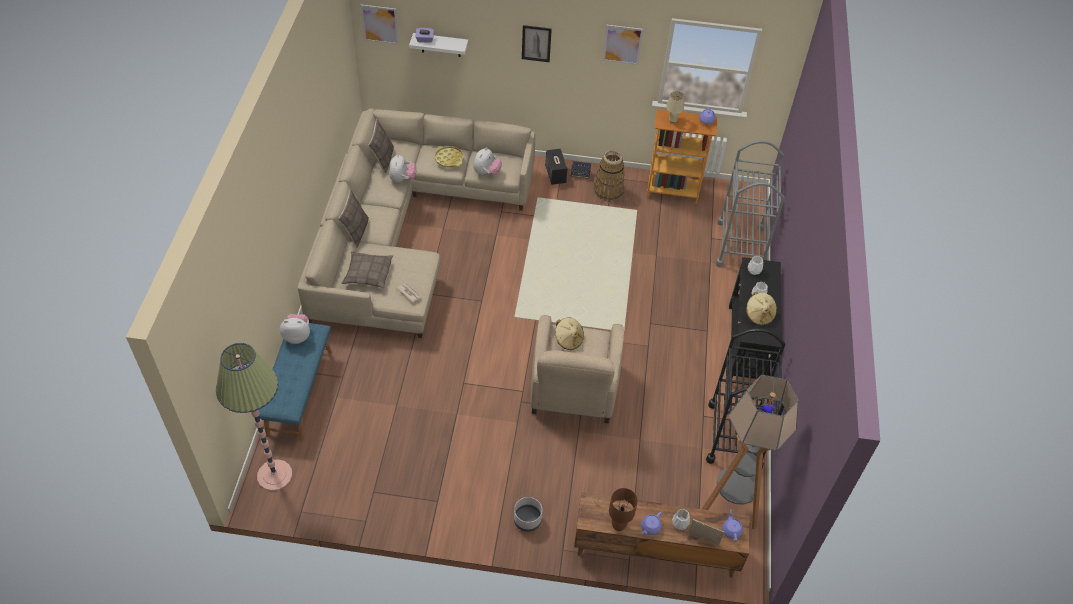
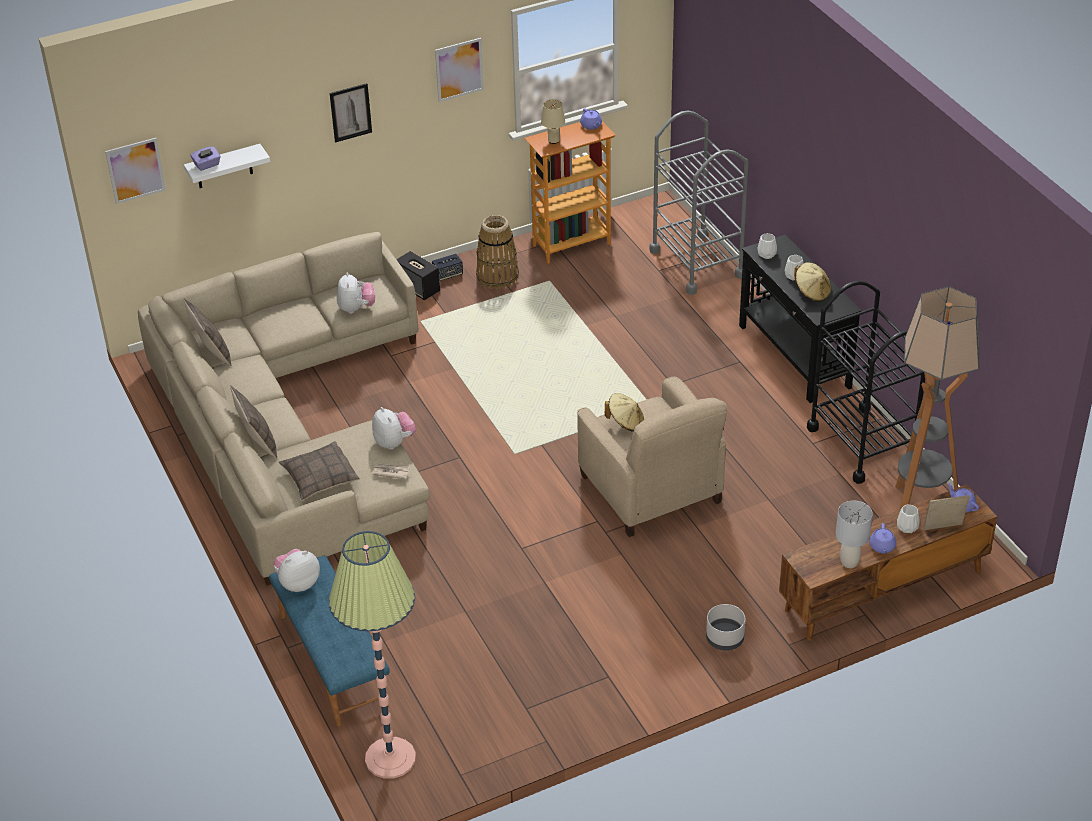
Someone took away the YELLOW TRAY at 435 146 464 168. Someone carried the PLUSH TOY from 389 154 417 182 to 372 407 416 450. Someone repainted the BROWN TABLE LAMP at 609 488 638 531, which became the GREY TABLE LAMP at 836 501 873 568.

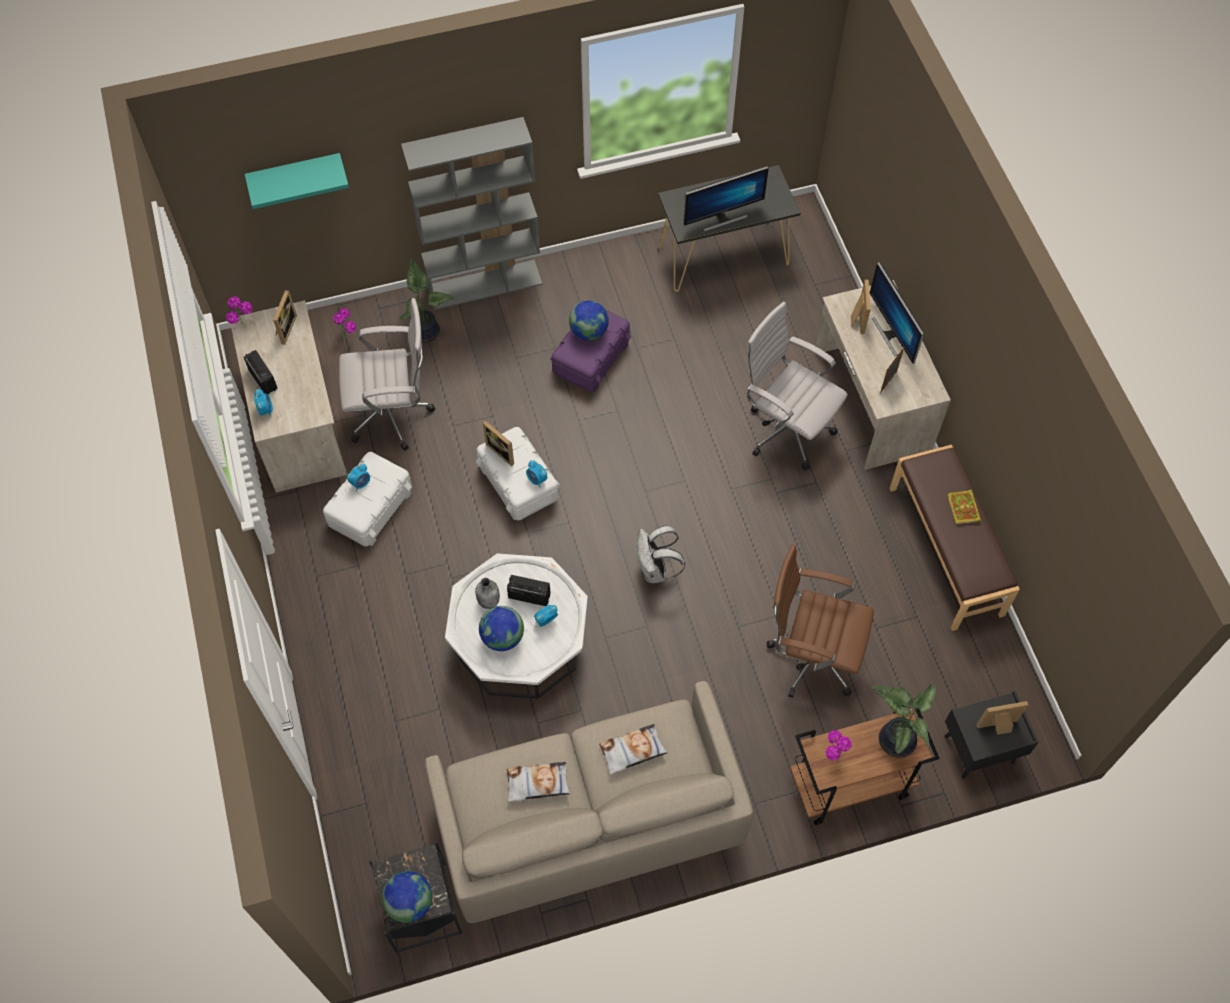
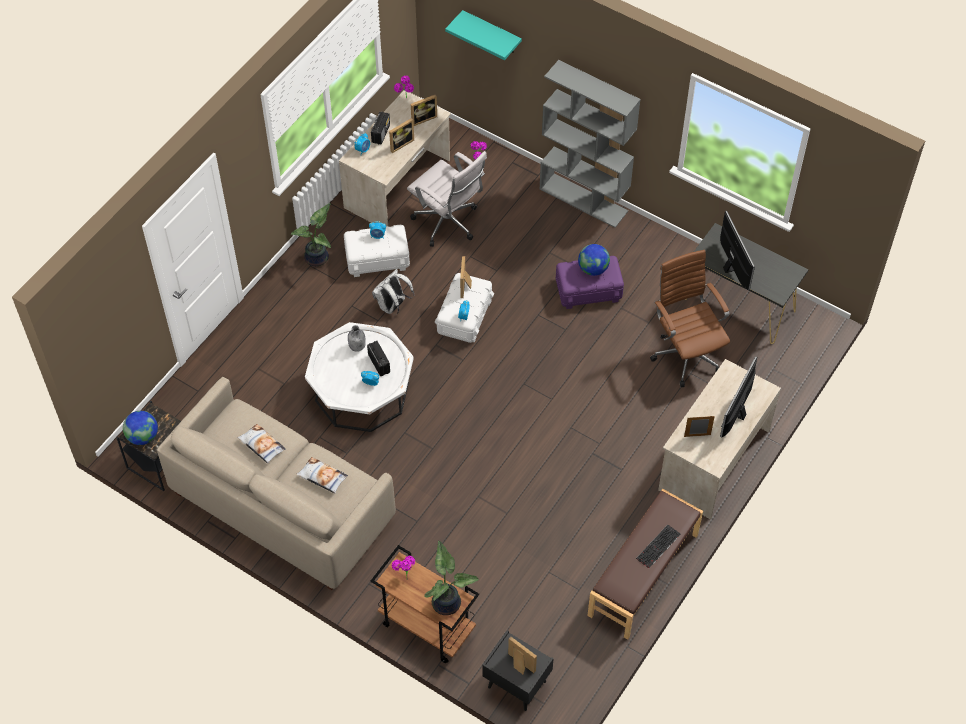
Someone rotated the MONITOR at 683 166 769 232 by 135 degrees counterclockwise. Someone carried the POTTED PLANT from 399 259 453 343 to 291 203 331 266. Someone carried the PICTURE FRAME from 851 279 871 334 to 389 118 414 153. Someone took away the WHITE OFFICE CHAIR at 746 302 848 470. Someone swapped the BOOK at 948 490 982 525 for the KEYBOARD at 636 525 680 568. Someone carried the WHITE BACKPACK from 636 526 685 583 to 372 269 414 315. Someone carried the BROWN OFFICE CHAIR from 767 545 874 698 to 650 250 730 387. Someone took away the GLOBE at 479 606 524 651.

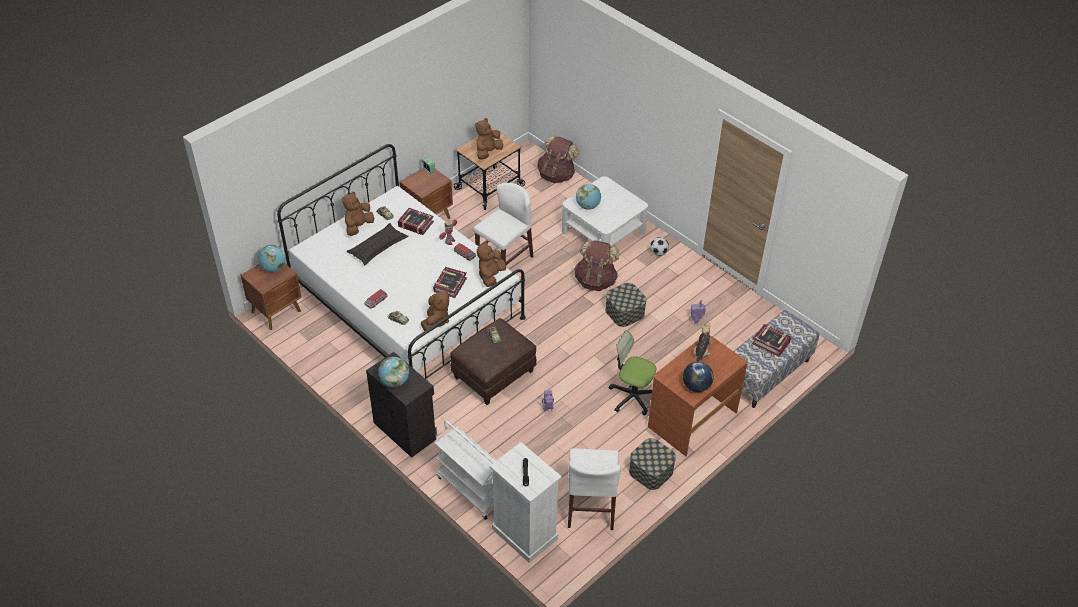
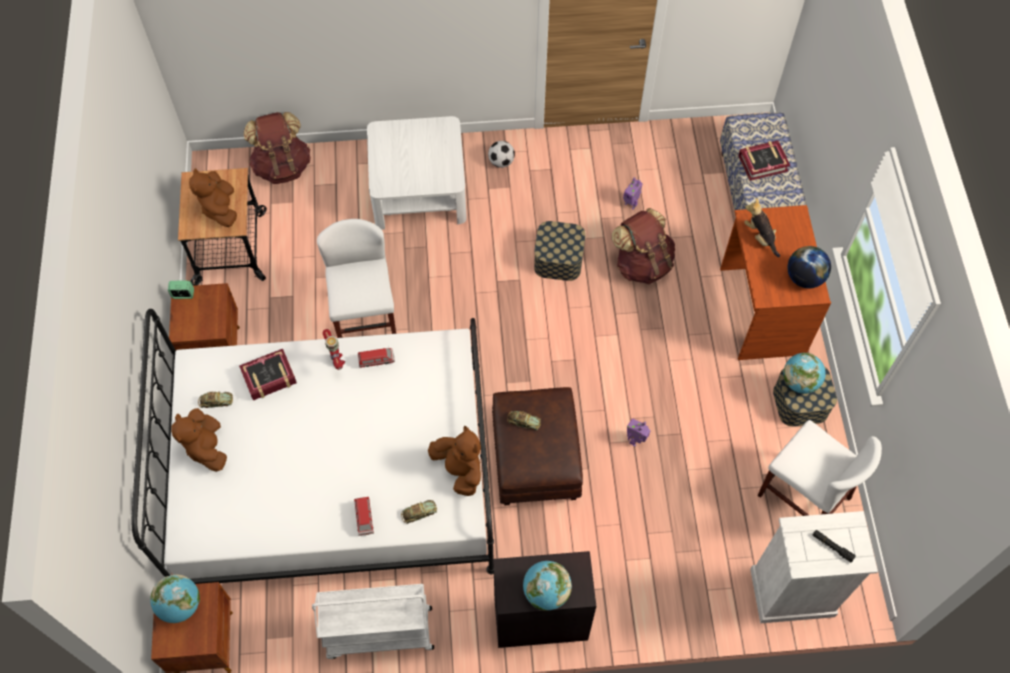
Someone carried the GLOBE from 576 184 601 210 to 783 353 826 394. Someone took away the PILLOW at 347 223 409 266. Someone carried the BROWN BACKPACK from 574 240 620 291 to 612 208 675 284. Someone took away the BROWN PLUSH TOY at 477 241 506 287. Someone took away the BOOK at 433 267 467 298. Someone took away the OFFICE CHAIR at 609 330 656 415. Someone carried the WHITE CART from 435 420 497 520 to 312 584 434 659.

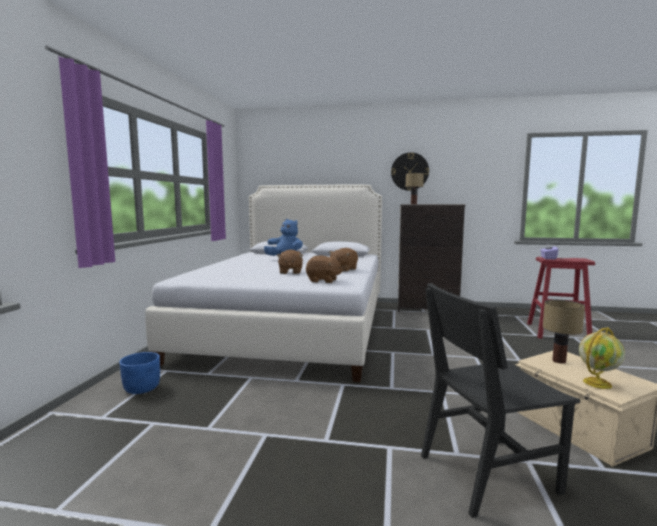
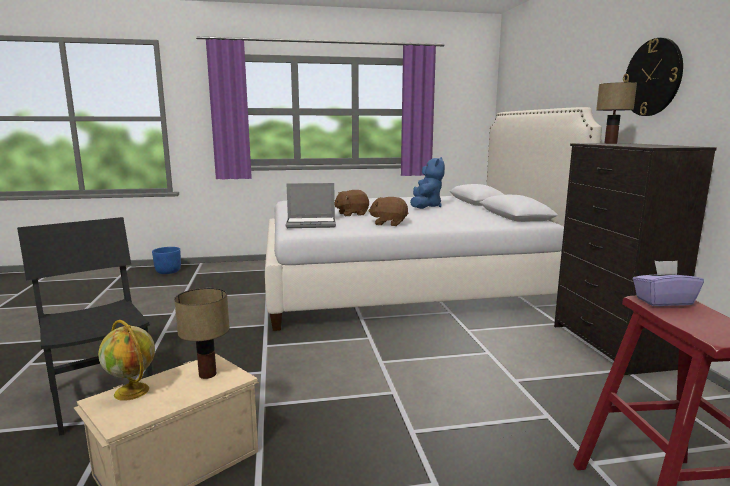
Someone swapped the BROWN PLUSH TOY at 306 256 343 283 for the LAPTOP at 285 183 336 228. Someone carried the BLUE PLANTER from 119 352 160 394 to 152 247 181 274.

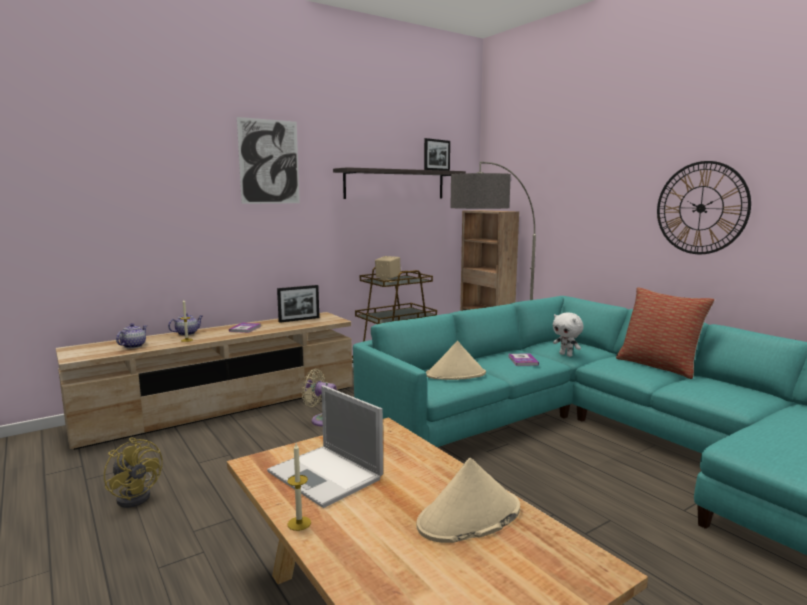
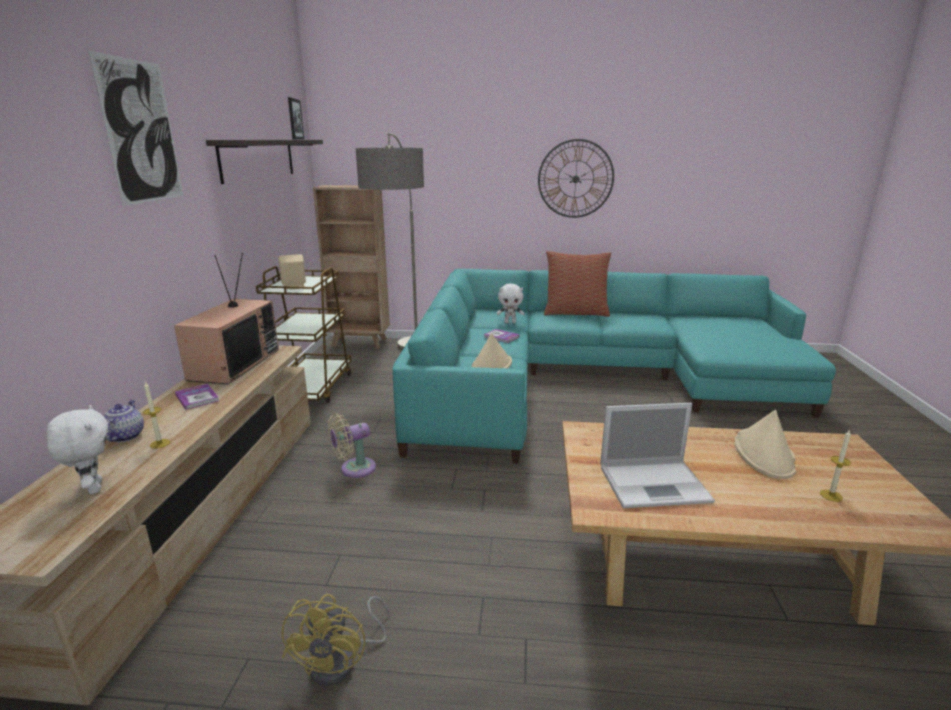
Someone swapped the PICTURE FRAME at 277 285 319 323 for the TELEVISION at 174 253 279 384. Someone swapped the TEAPOT at 116 323 147 348 for the WHITE PLUSH TOY at 46 405 108 494. Someone rotated the YELLOW FAN at 104 437 163 508 by 105 degrees clockwise. Someone carried the CANDLE from 287 443 311 531 to 820 429 851 502.

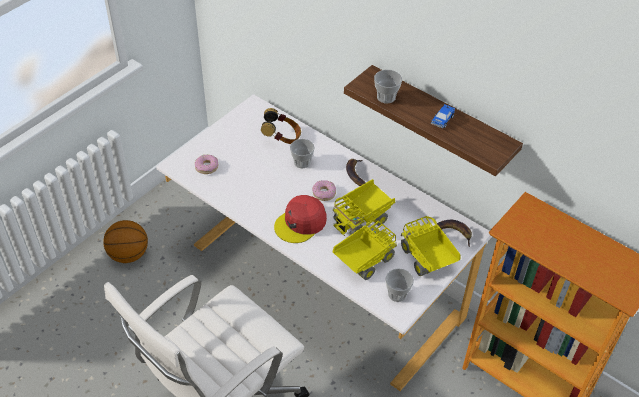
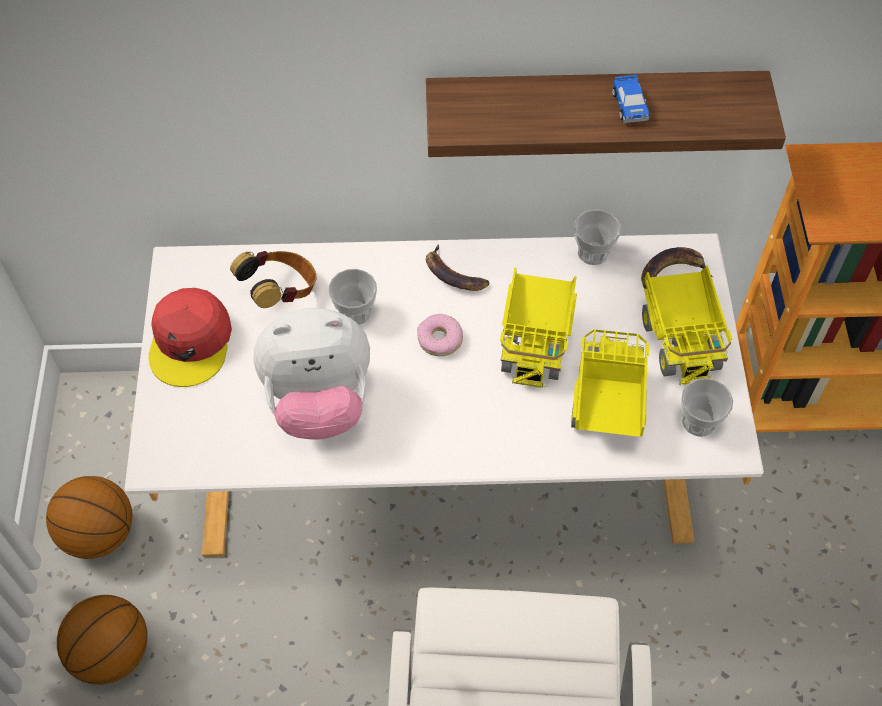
Someone carried the CUP from 374 70 402 103 to 574 210 621 265. Someone took away the DONUT at 195 155 218 174. Someone carried the RED CAP from 274 195 327 243 to 148 288 232 387. Someone rotated the TOY TRUCK at 401 216 461 276 by 120 degrees counterclockwise. Someone put down the PLUSH TOY at 253 308 370 440. Someone put down the BASKETBALL at 46 476 133 559.

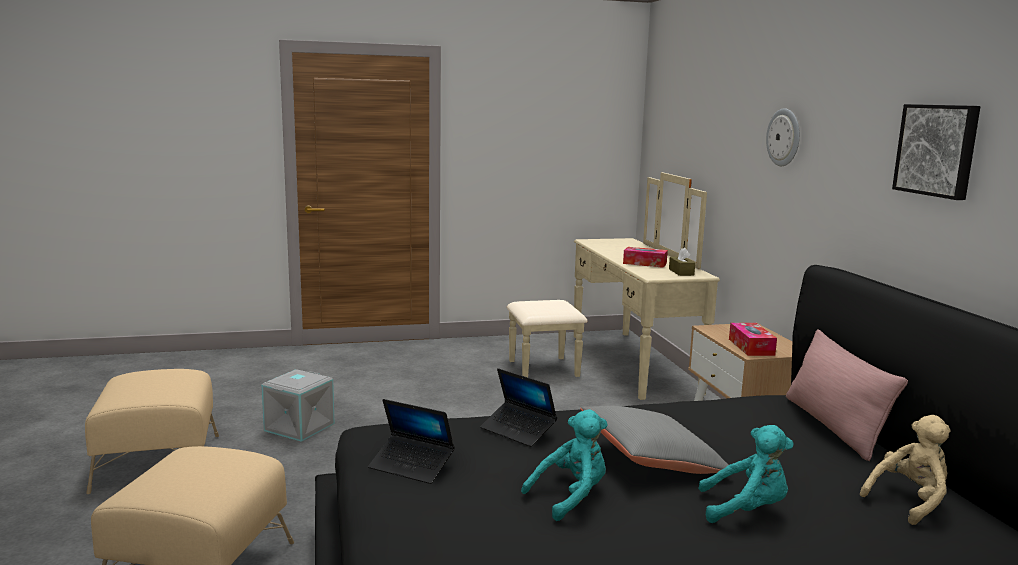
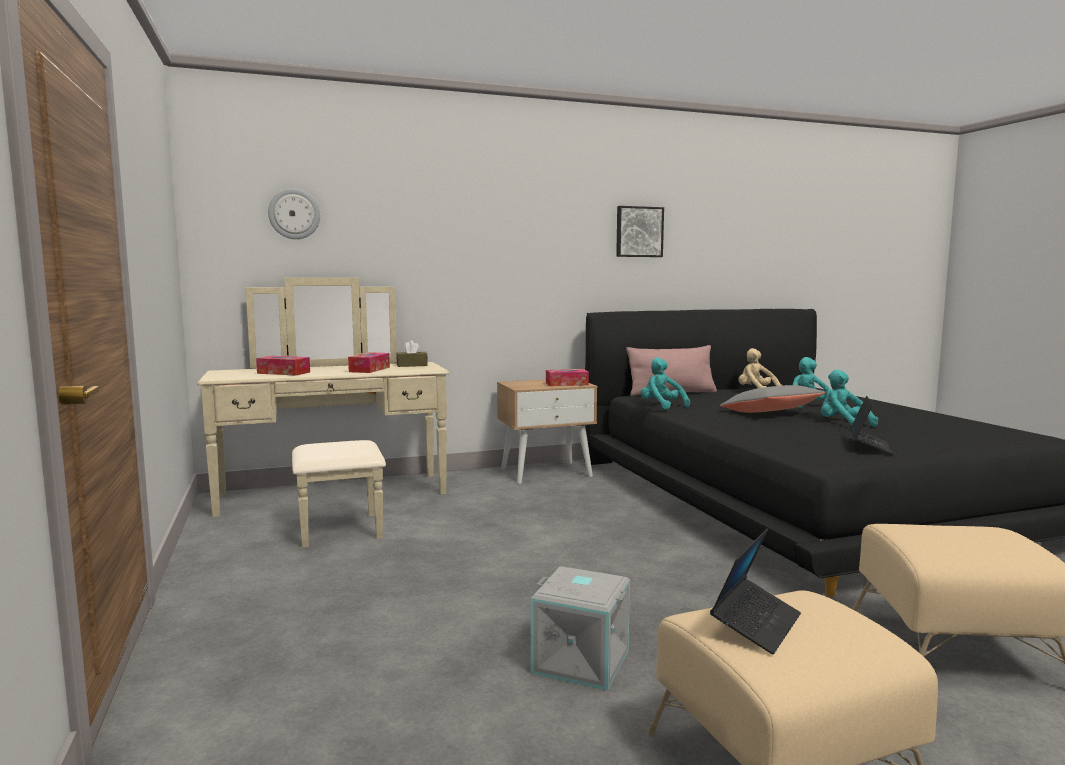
Someone carried the WALL CLOCK from 766 108 800 166 to 268 189 320 239. Someone carried the LAPTOP from 480 368 557 447 to 710 528 801 654. Someone put down the TISSUE BOX at 256 356 310 376. Someone put down the TURQUOISE PLUSH TOY at 641 357 690 409.

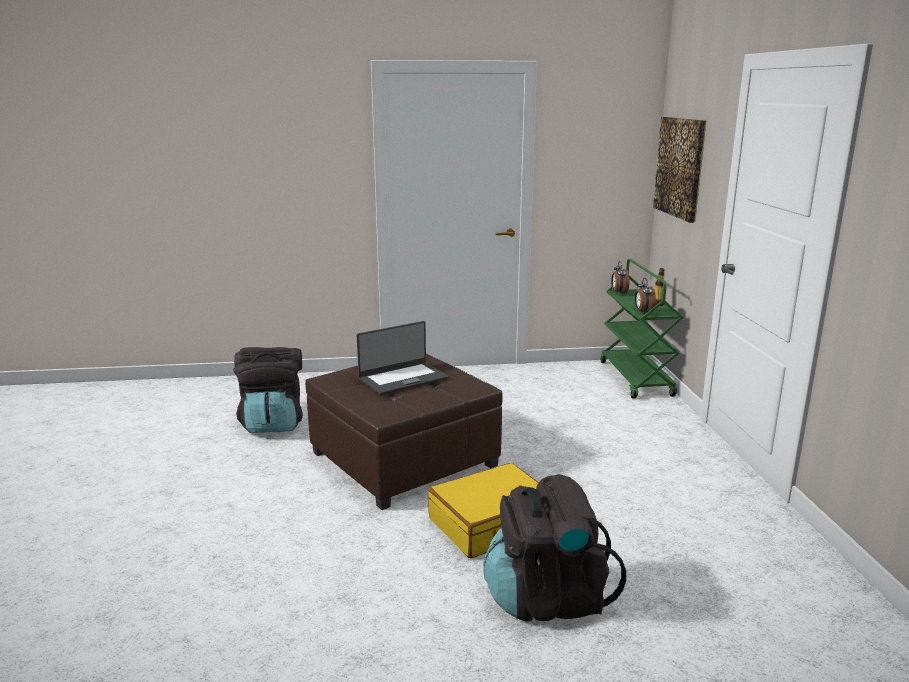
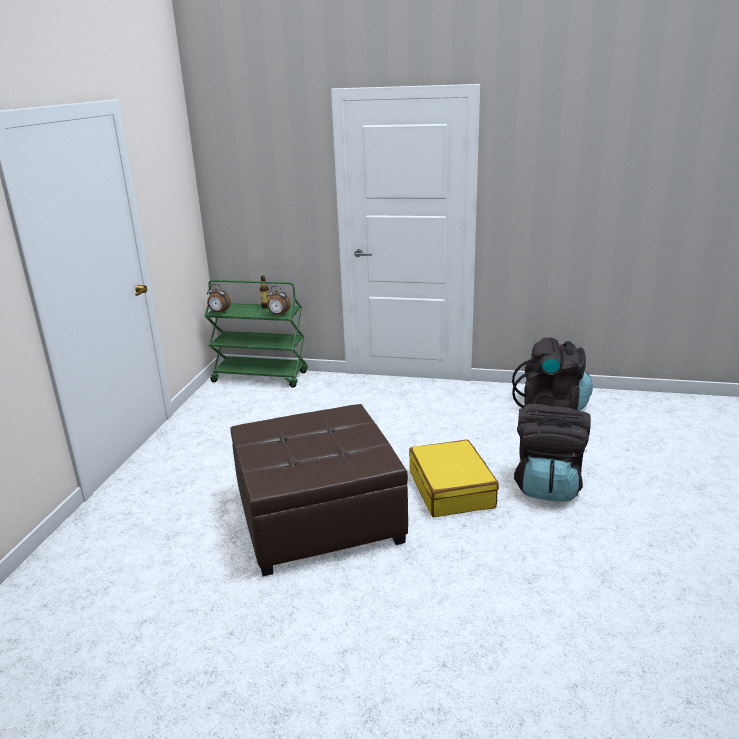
Someone took away the PICTURE at 653 117 706 223. Someone took away the LAPTOP at 357 321 449 395. Someone carried the BLACK BACKPACK from 233 347 303 433 to 512 337 593 411.

